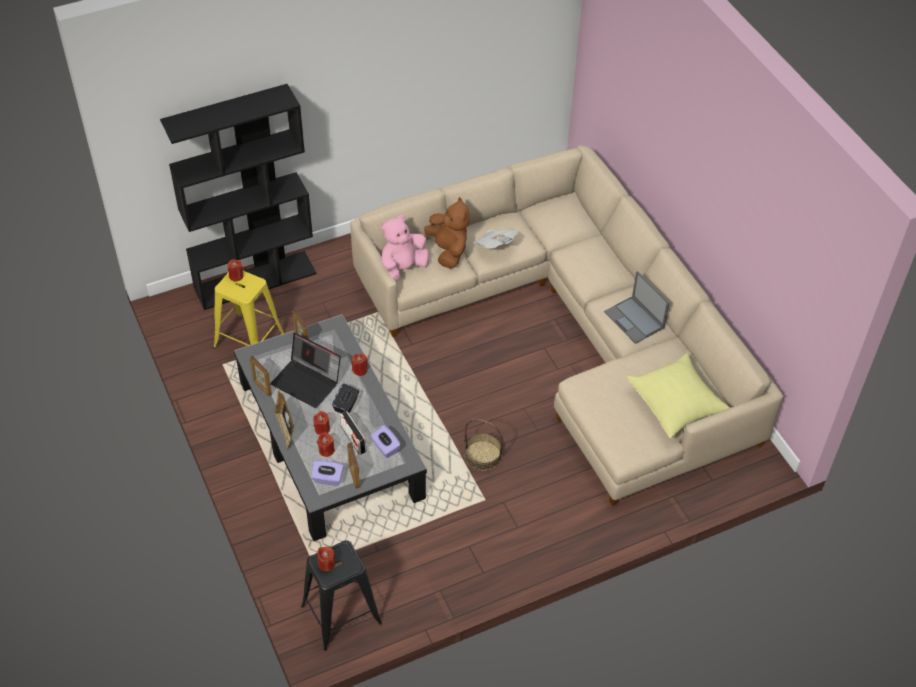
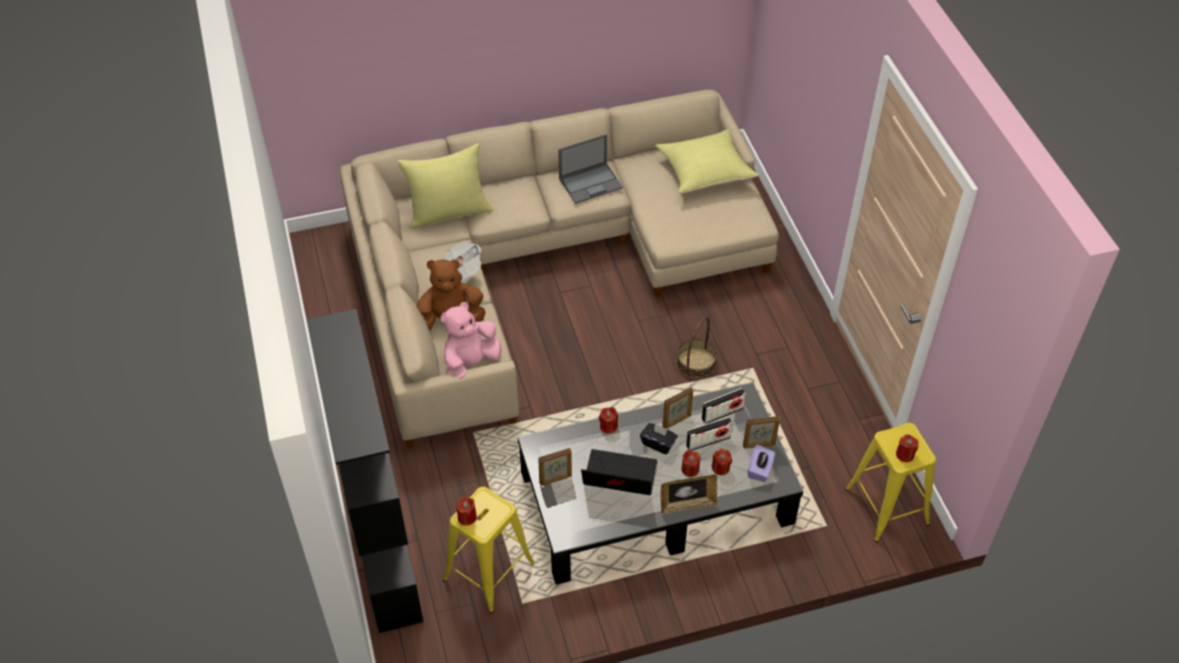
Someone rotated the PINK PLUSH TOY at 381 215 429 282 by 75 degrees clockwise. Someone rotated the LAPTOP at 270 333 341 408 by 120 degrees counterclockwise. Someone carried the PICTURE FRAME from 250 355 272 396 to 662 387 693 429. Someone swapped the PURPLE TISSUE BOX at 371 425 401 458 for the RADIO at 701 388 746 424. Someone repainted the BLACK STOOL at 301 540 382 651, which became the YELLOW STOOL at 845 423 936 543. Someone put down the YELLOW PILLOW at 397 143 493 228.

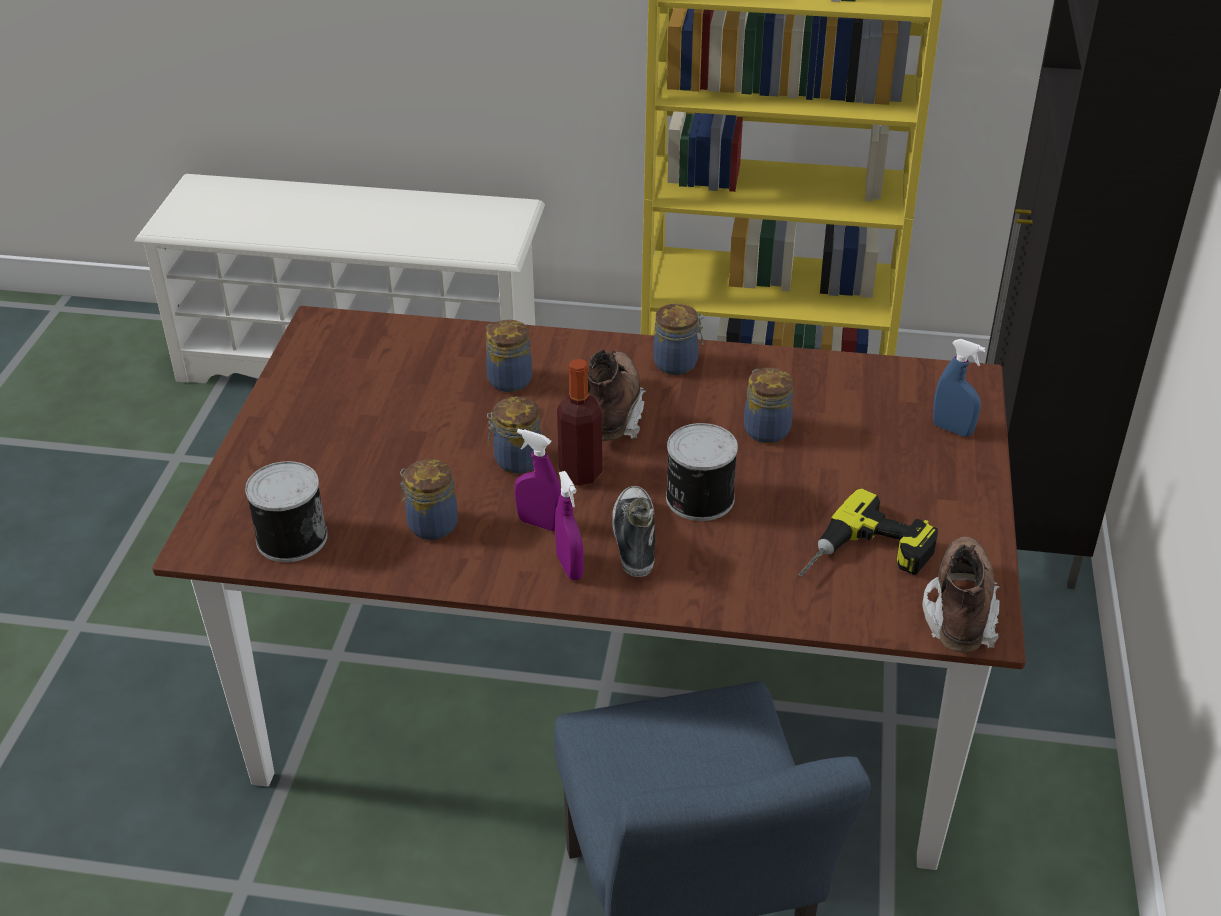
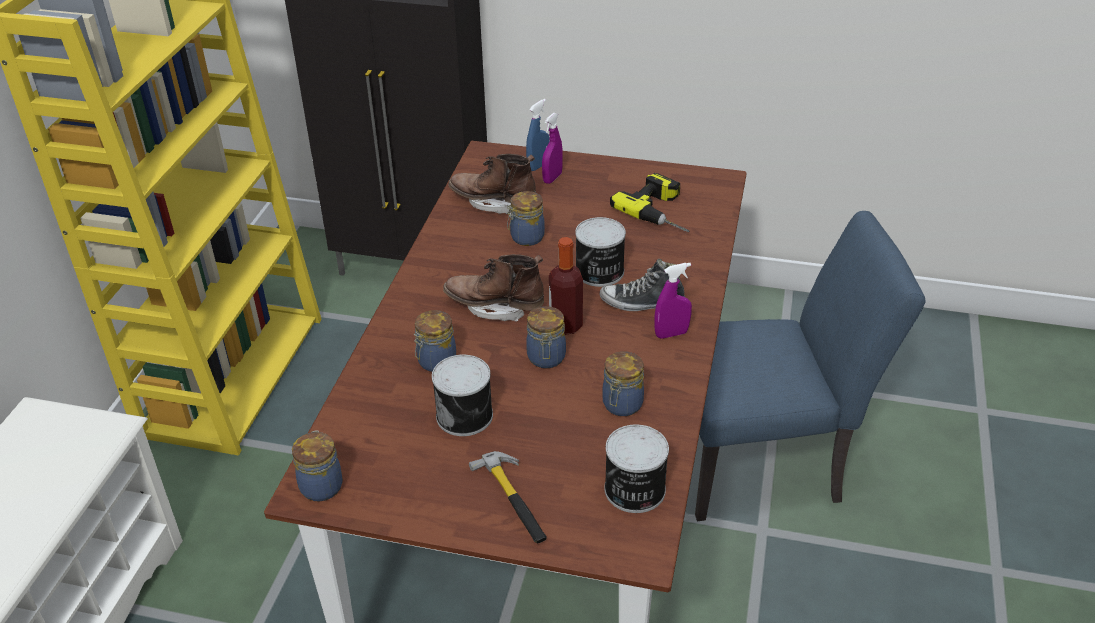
Someone carried the JAR from 653 304 703 375 to 292 431 343 501. Someone carried the PURPLE SPRAY BOTTLE from 515 429 561 531 to 542 113 563 184. Someone carried the BROWN BOOT from 923 537 1000 652 to 448 154 536 214. Someone put down the CAN at 432 355 493 436. Someone put down the HAMMER at 469 451 547 543.

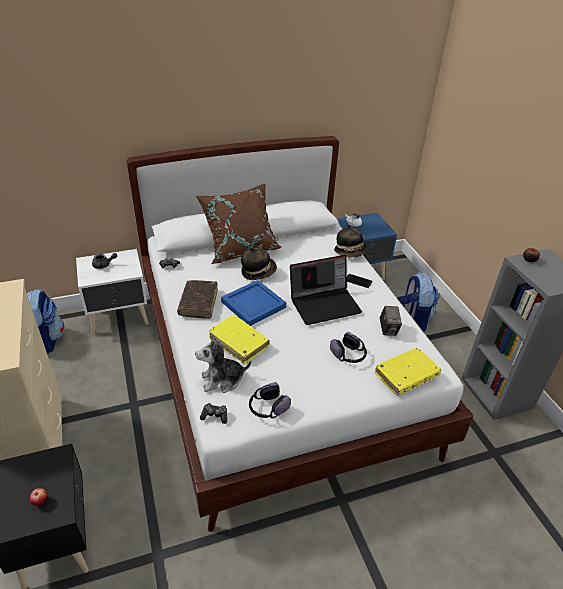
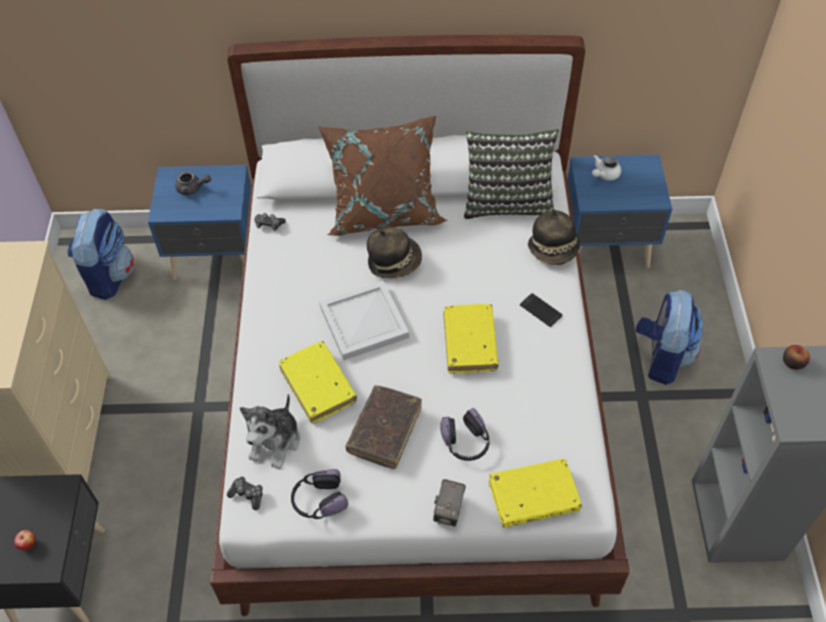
Someone repainted the WHITE NIGHTSTAND at 76 249 149 335, which became the BLUE NIGHTSTAND at 148 165 251 280. Someone swapped the LAPTOP at 290 255 362 325 for the YELLOW BOOK at 443 304 499 374. Someone carried the BROWN BOOK from 177 280 218 319 to 345 385 422 469. Someone repainted the BLUE TRAY at 221 280 286 326, which became the WHITE TRAY at 319 281 409 360. Someone carried the PHOTO CAMERA from 380 306 402 336 to 433 479 466 526. Someone rotated the PLUSH TOY at 195 334 251 393 by 75 degrees counterclockwise. Someone put down the PILLOW at 464 129 559 219.

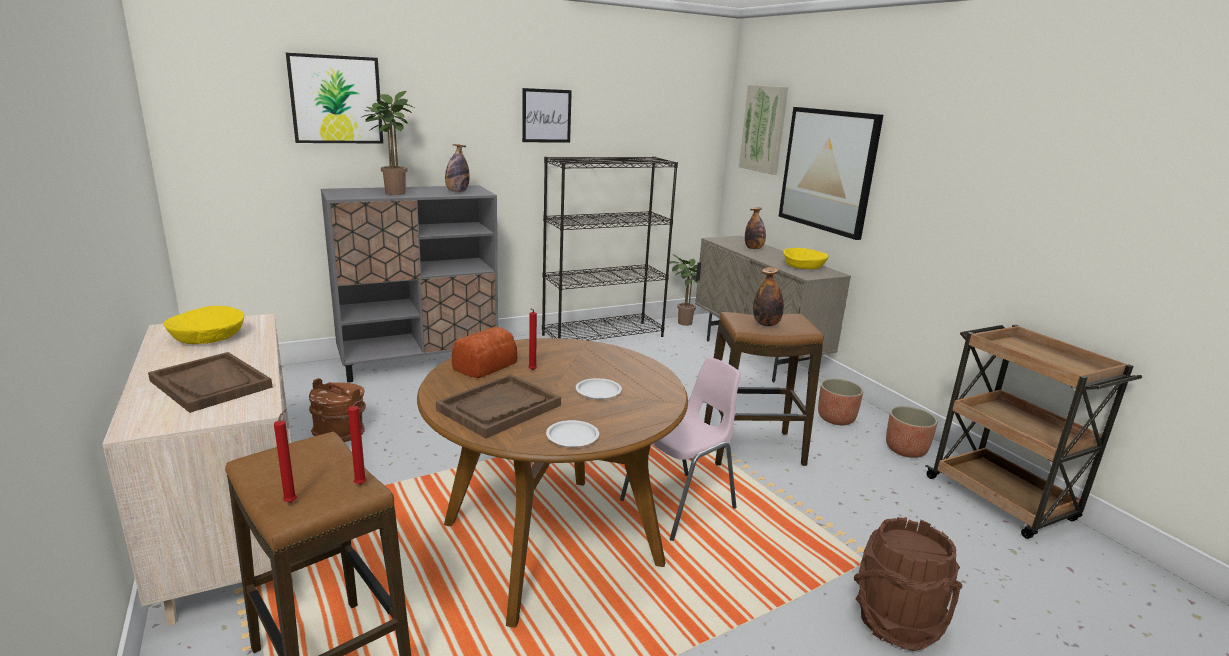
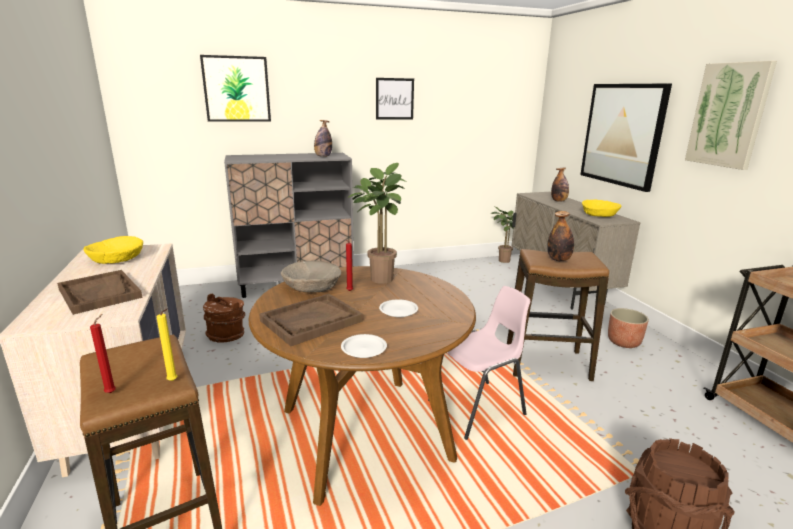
Someone carried the PICTURE from 739 85 788 175 to 685 61 777 170. Someone carried the POTTED PLANT from 360 91 414 195 to 348 163 407 284. Someone took away the BLACK BOOKCASE at 542 156 678 341. Someone swapped the BREAD at 452 327 517 378 for the BEIGE BOWL at 281 261 341 292. Someone repainted the RED CANDLE at 348 399 367 485, which became the YELLOW CANDLE at 156 309 177 381. Someone took away the PLANTER at 886 406 938 458.

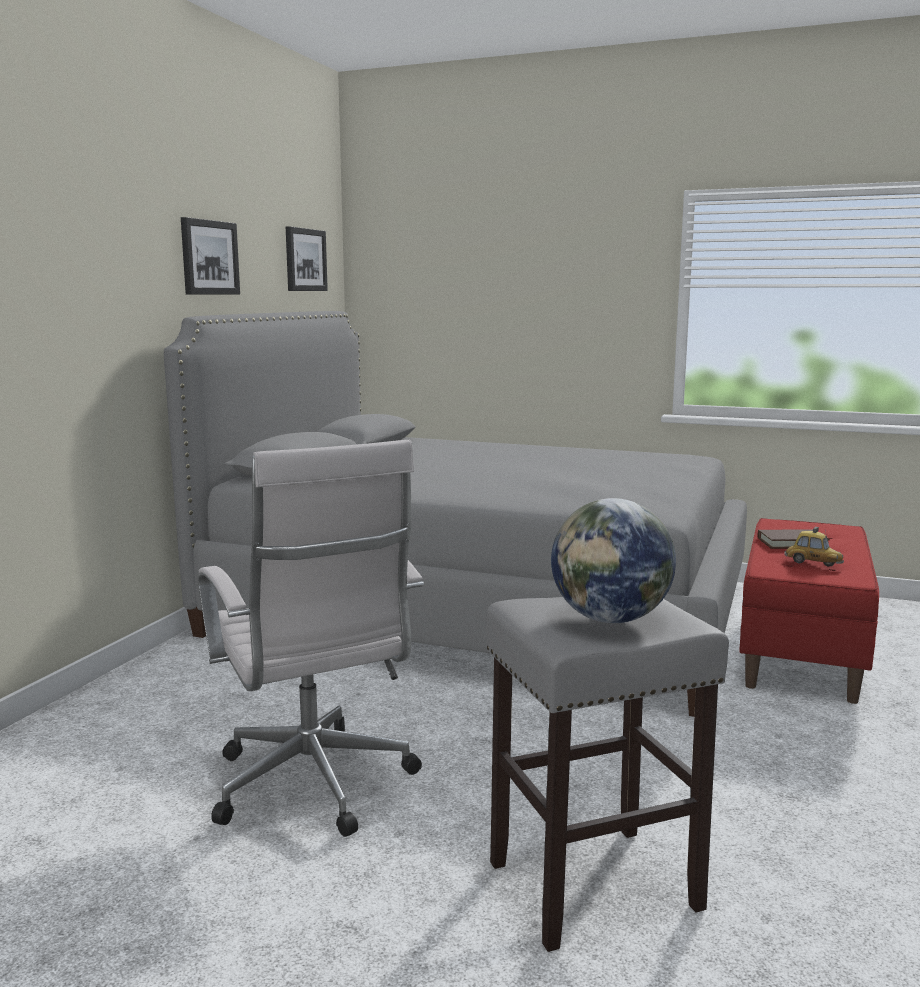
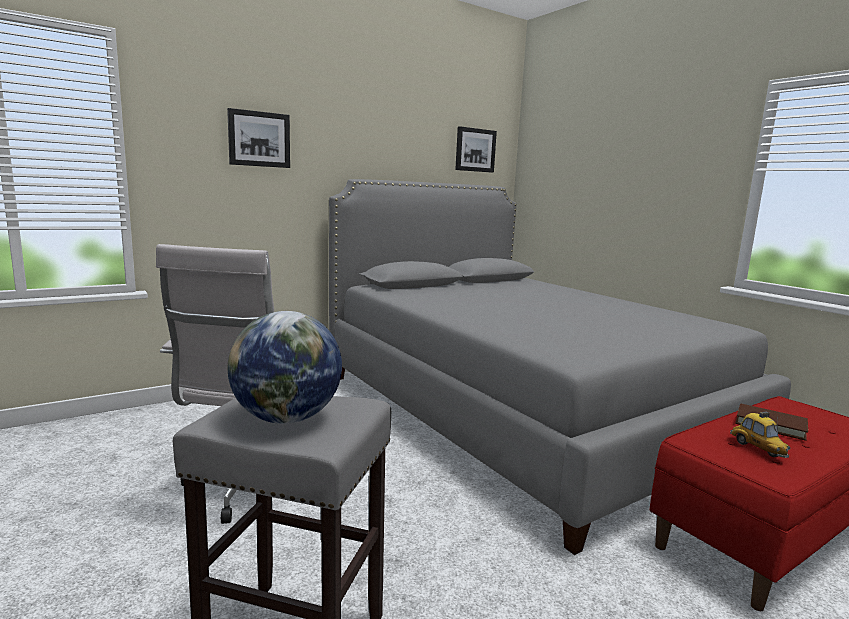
Someone carried the PICTURE from 181 217 240 295 to 227 108 290 168.

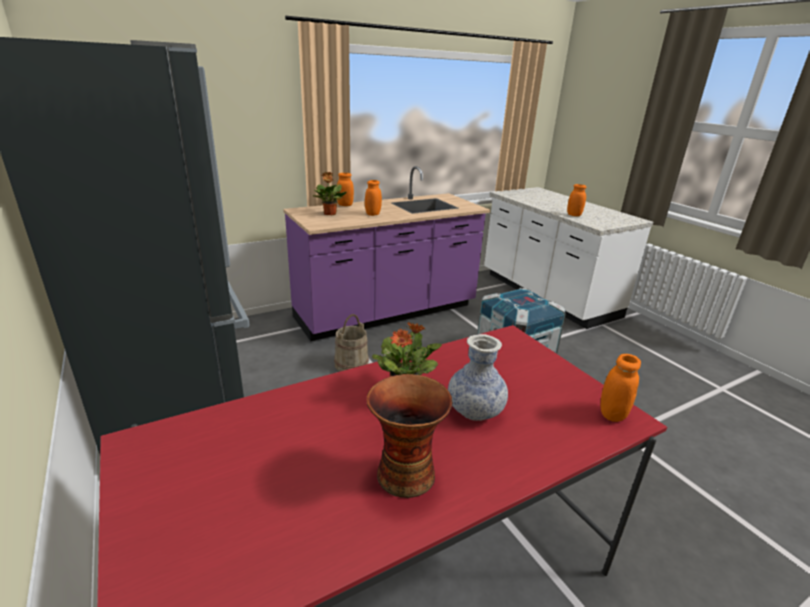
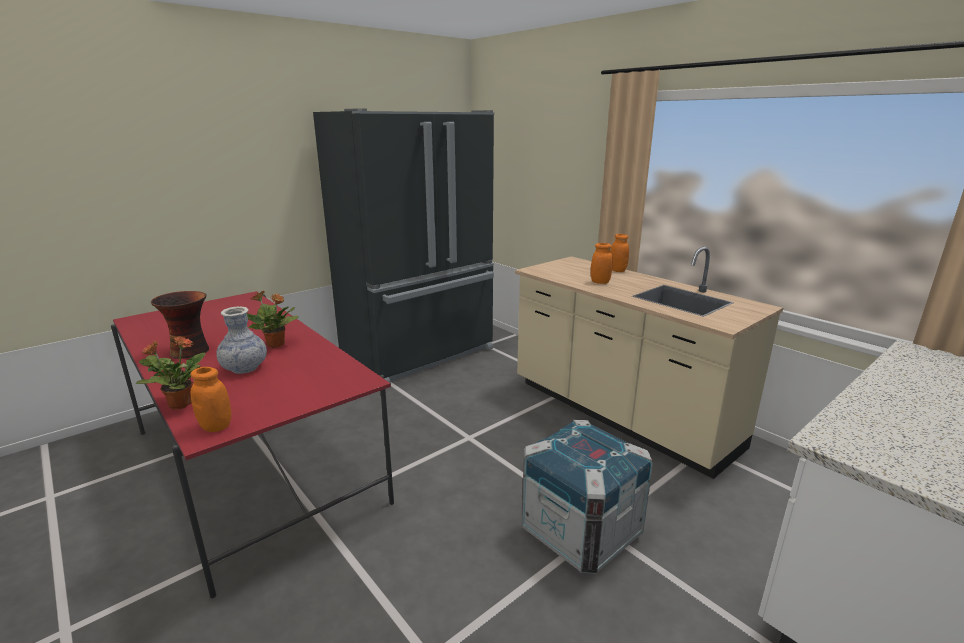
Someone repainted the PURPLE COUNTER at 283 166 490 341, which became the BEIGE COUNTER at 515 247 783 479. Someone carried the POTTED PLANT from 313 172 346 215 to 136 336 205 409. Someone took away the ORANGE JAR at 567 184 586 216. Someone took away the BEIGE BUCKET at 334 314 369 371.

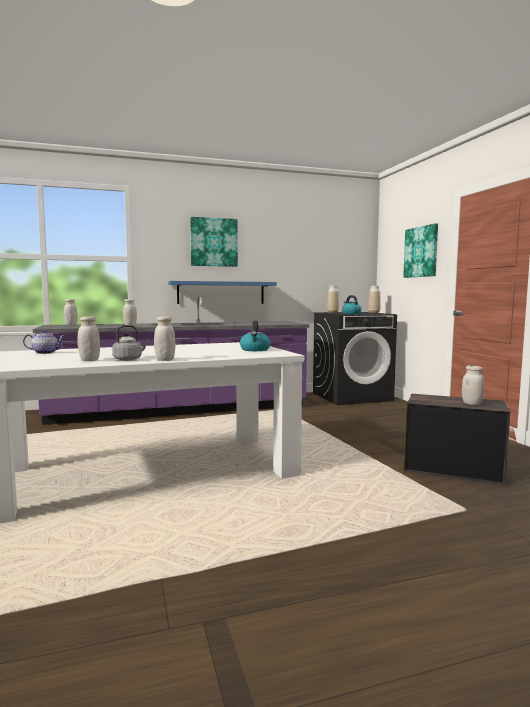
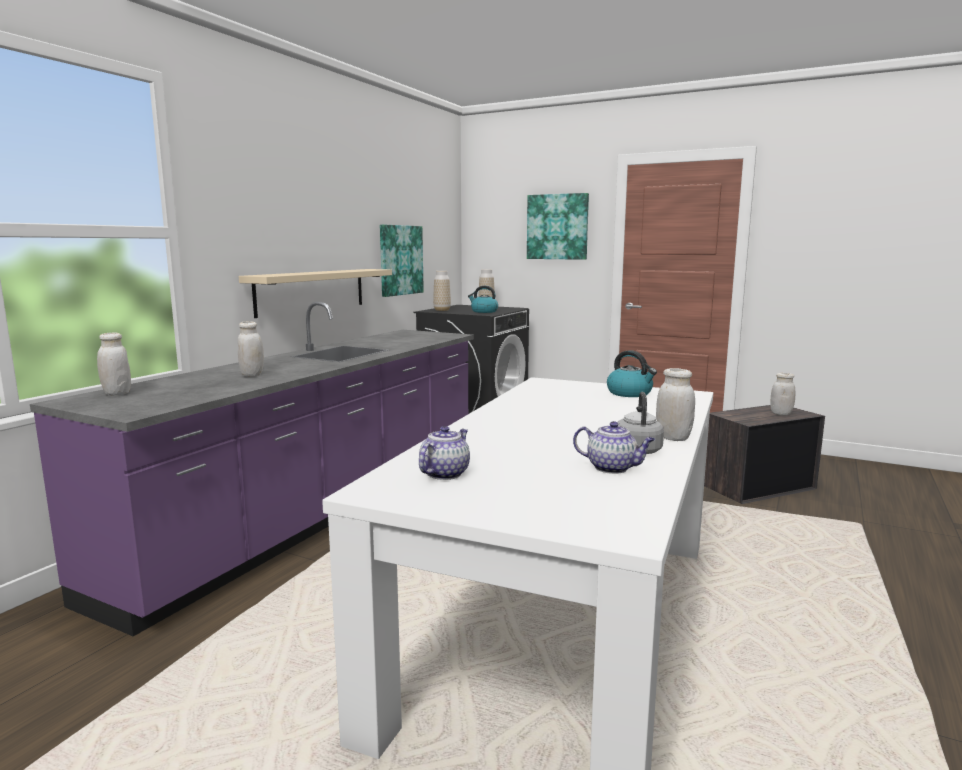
Someone carried the PICTURE from 190 217 238 267 to 380 225 424 297. Someone repainted the BLUE SHELF at 168 281 277 304, which became the BEIGE SHELF at 239 269 392 318. Someone swapped the WHITE JAR at 77 316 100 361 for the TEAPOT at 573 421 655 474.

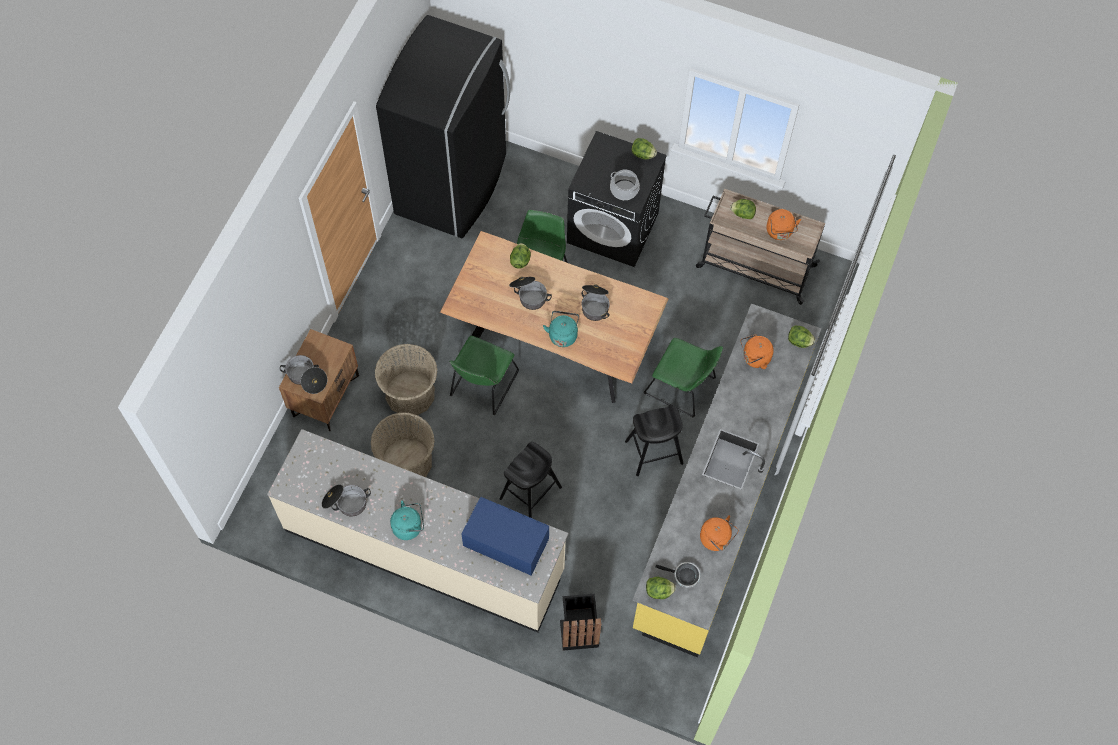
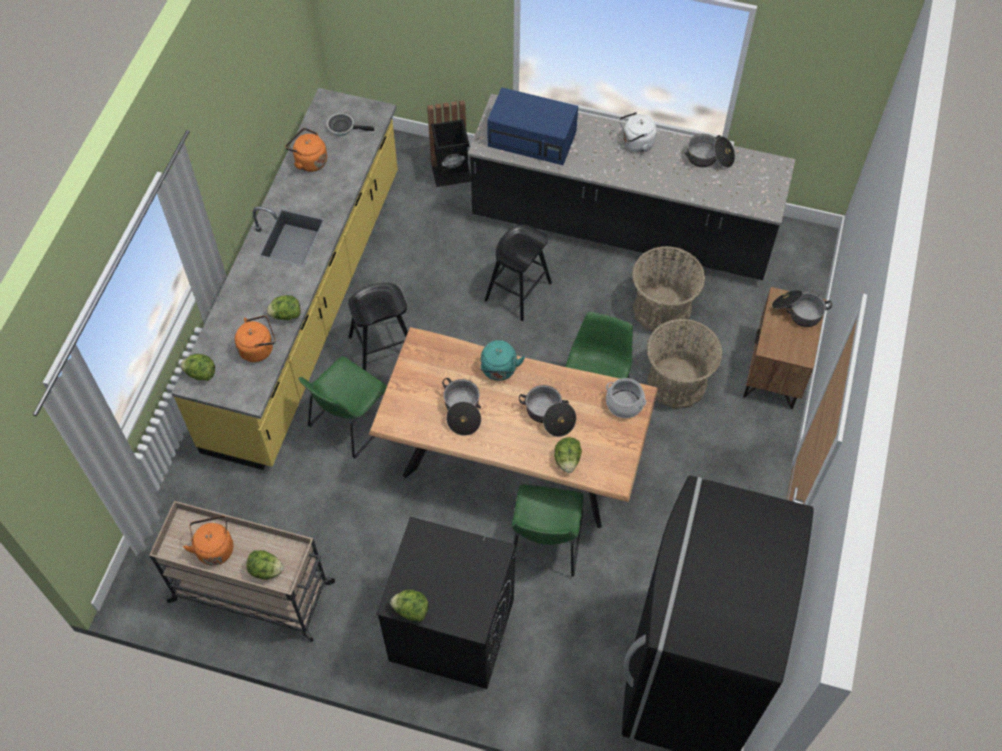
Someone carried the COOKING POT from 610 170 640 200 to 606 378 646 418. Someone rotated the GREEN CHAIR at 644 338 723 417 by 75 degrees counterclockwise. Someone repainted the BEIGE COUNTER at 267 429 568 633, which became the BLACK COUNTER at 468 94 796 280. Someone repainted the TURQUOISE KETTLE at 390 501 424 540, which became the WHITE KETTLE at 619 112 657 152. Someone carried the LETTUCE from 646 577 676 599 to 267 295 301 320.

